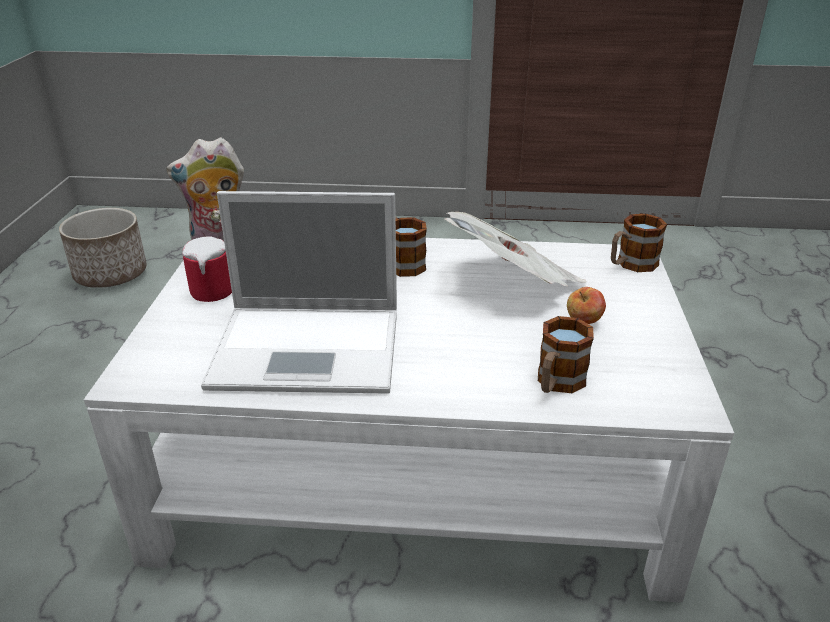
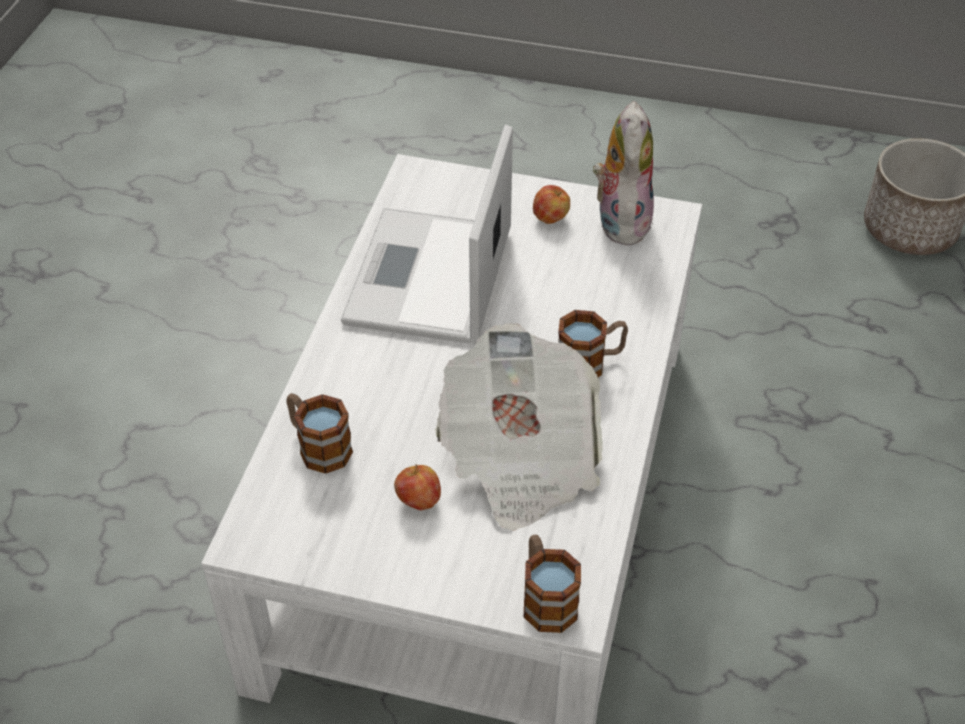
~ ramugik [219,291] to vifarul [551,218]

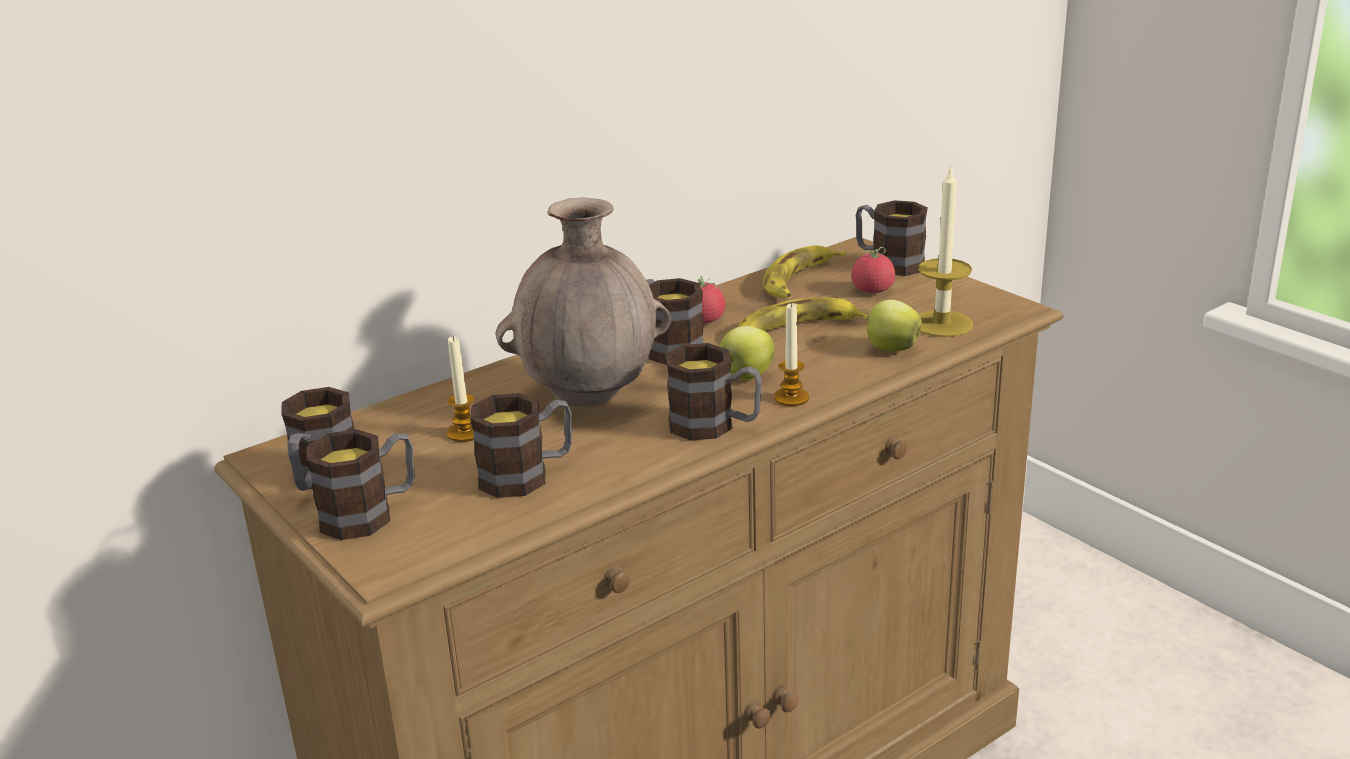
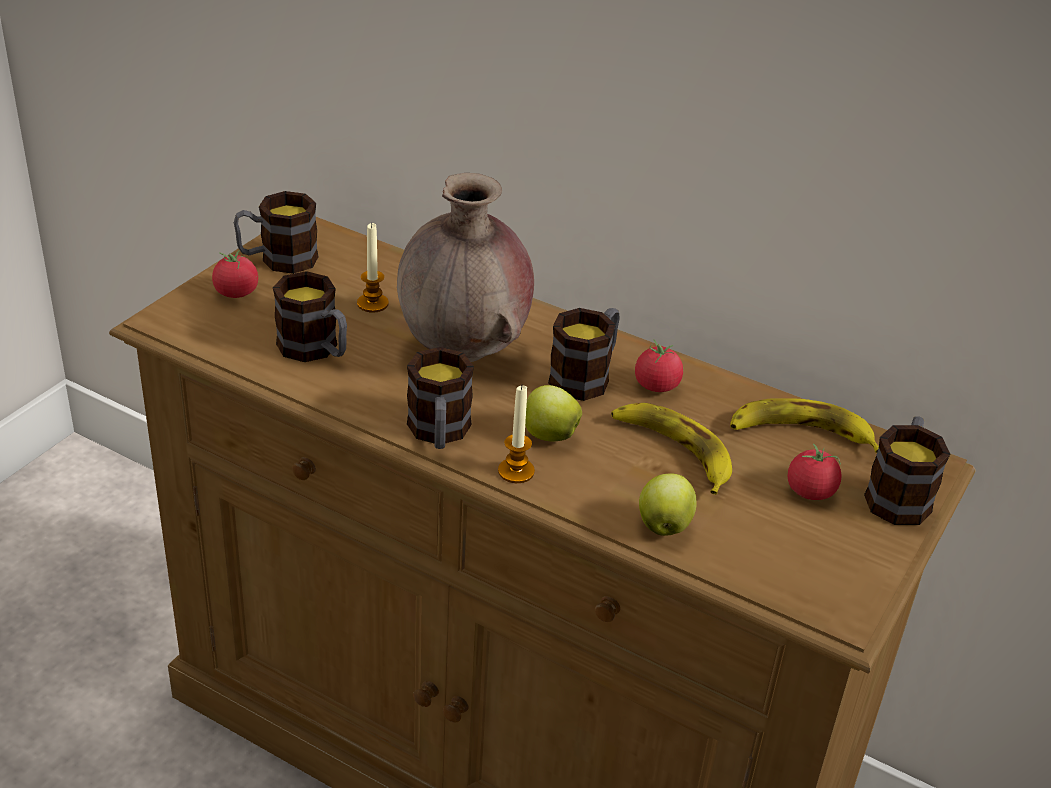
~ ramugik [370,513] to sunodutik [236,293]
- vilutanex [941,324]

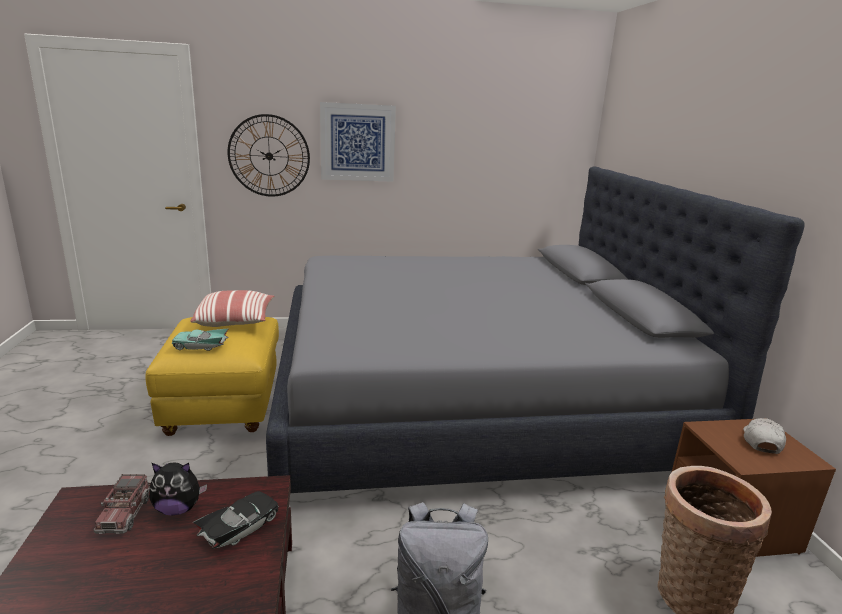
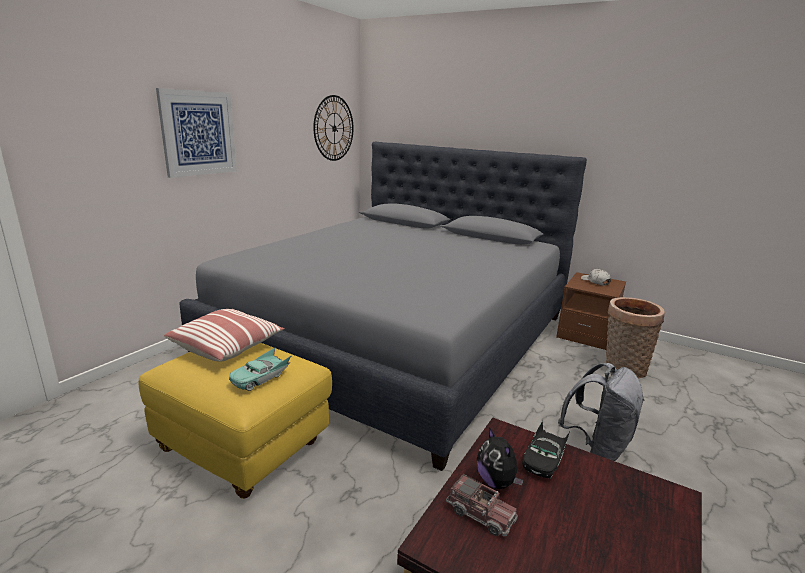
~ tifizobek [269,156] to [334,128]
~ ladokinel [178,509] = [496,482] 120 degrees clockwise
~ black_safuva [240,528] = [544,458] 135 degrees counterclockwise

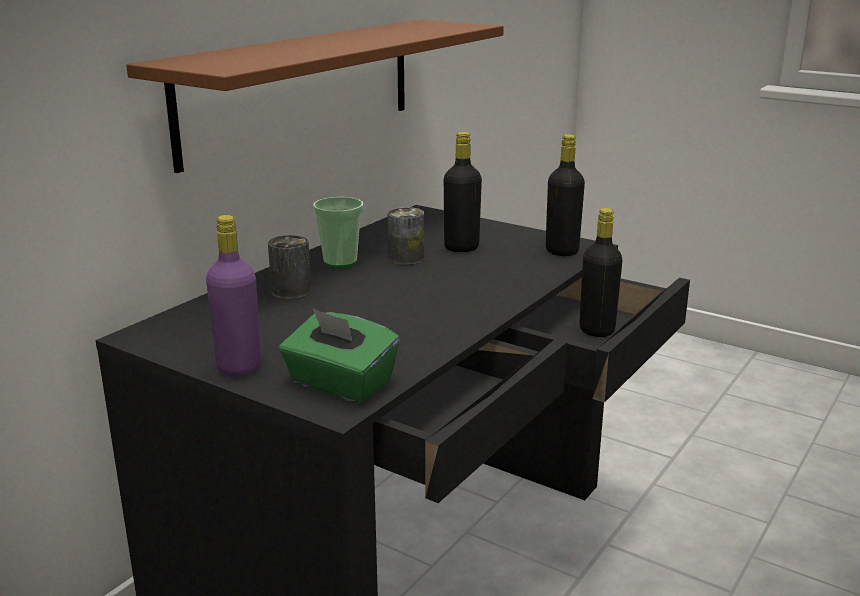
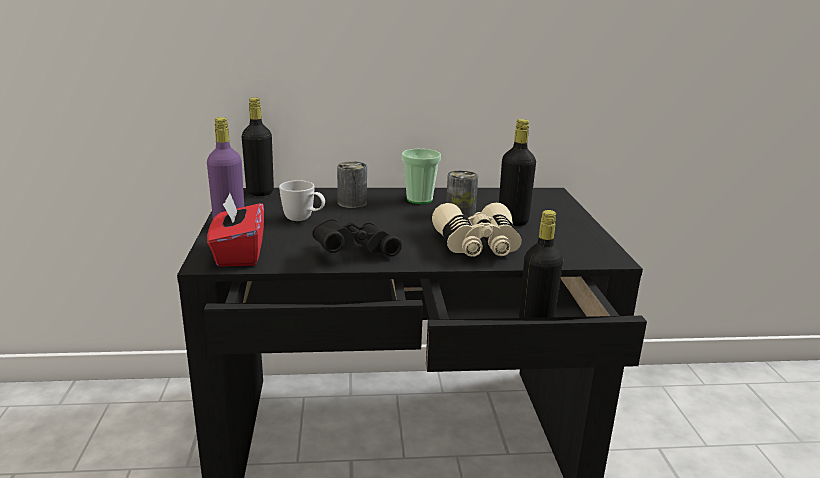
~ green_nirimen [340,385] to red_nirimen [239,254]
~ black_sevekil [562,251] to [260,192]
+ white_ramugik [304,219]
+ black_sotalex [353,253]
+ beige_sotalex [477,246]
- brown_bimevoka [301,88]

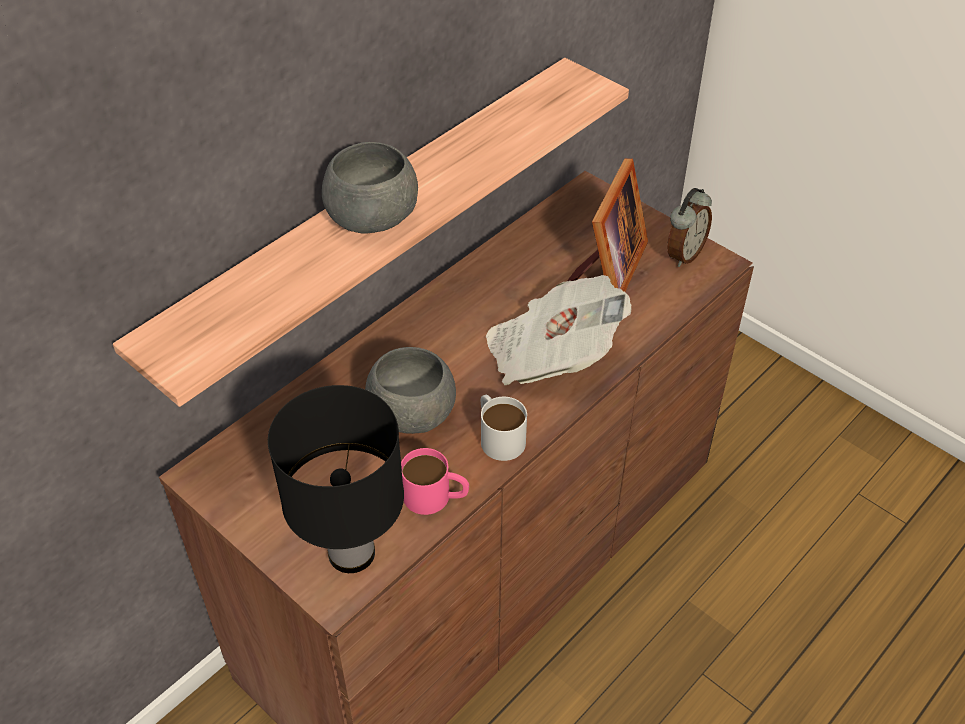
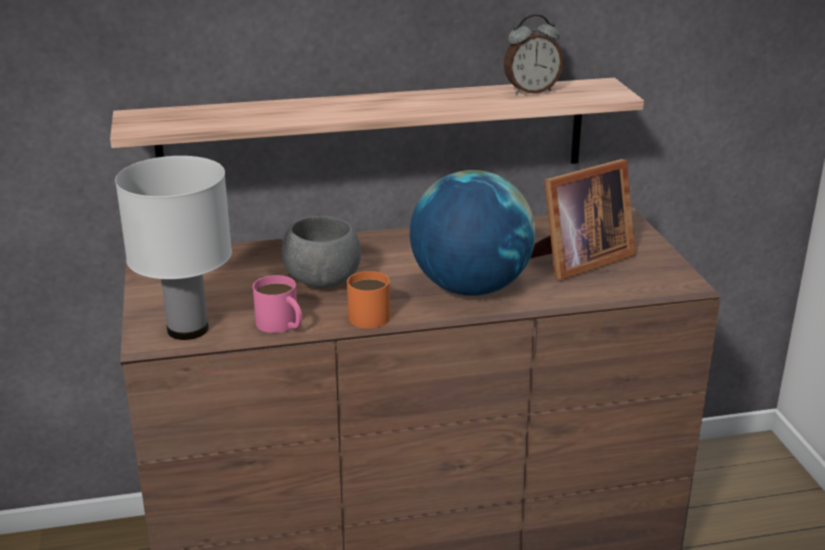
~ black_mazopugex [353,553] to white_mazopugex [189,329]
~ white_ramugik [498,436] to orange_ramugik [370,313]
~ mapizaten [551,355] to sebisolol [470,288]
~ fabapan [683,254] to [531,91]
- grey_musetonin [373,221]

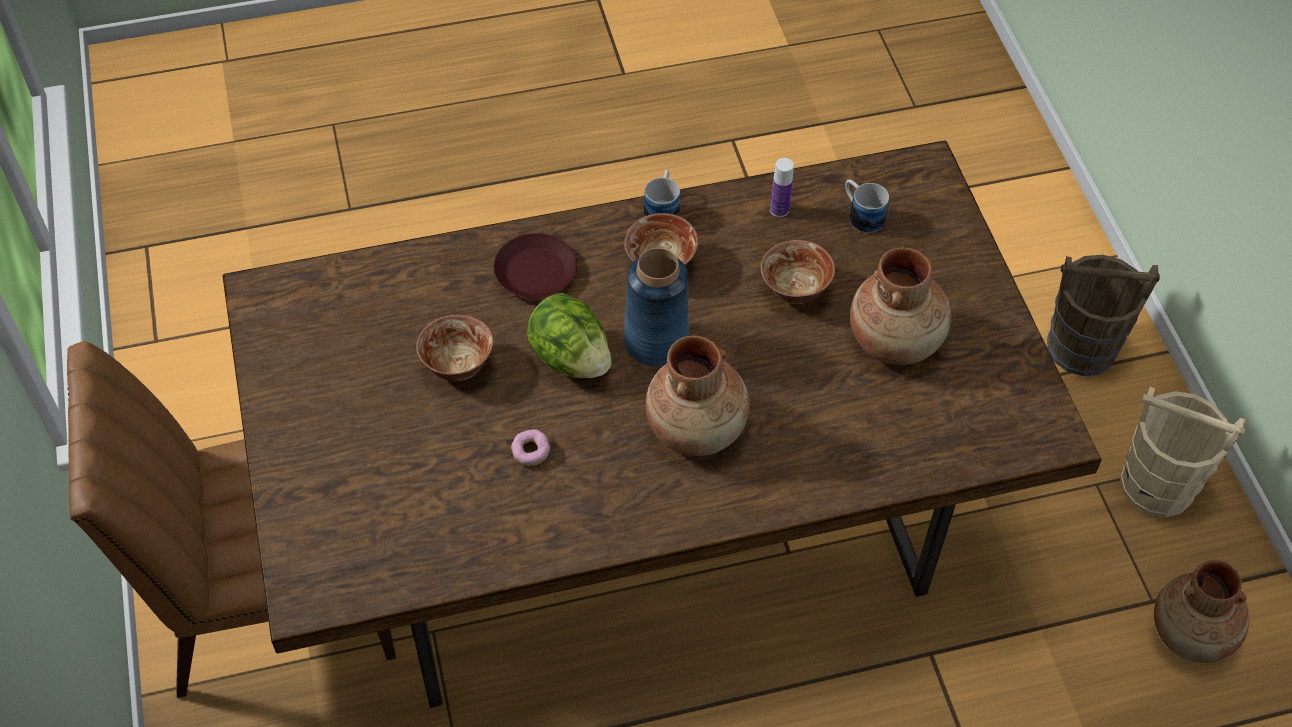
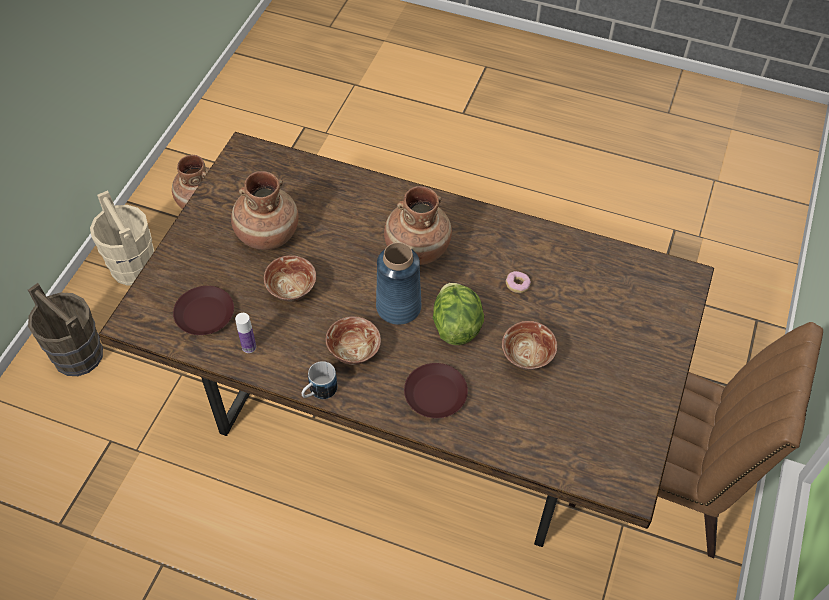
~ ramugik [861,215] to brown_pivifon [205,315]

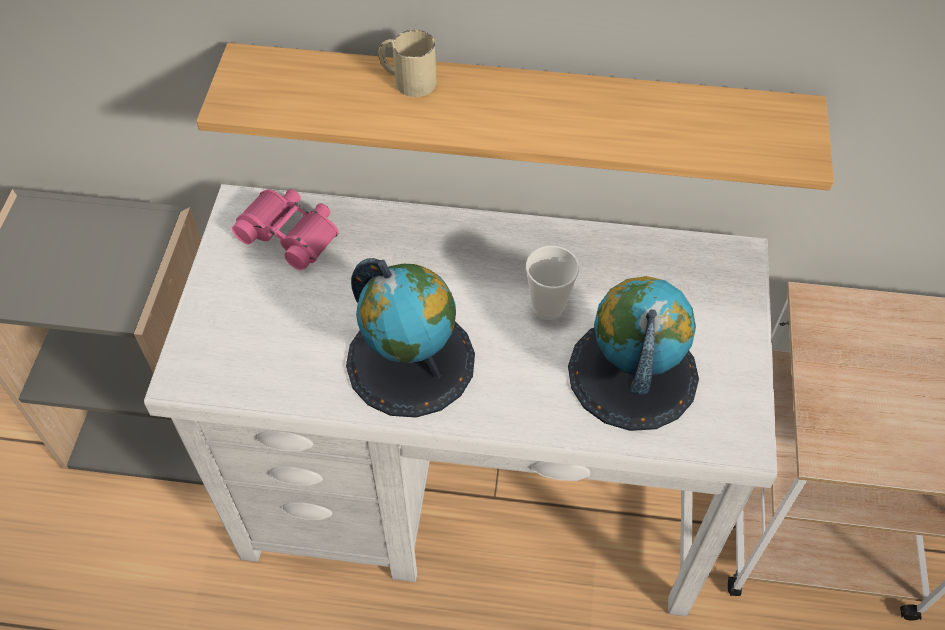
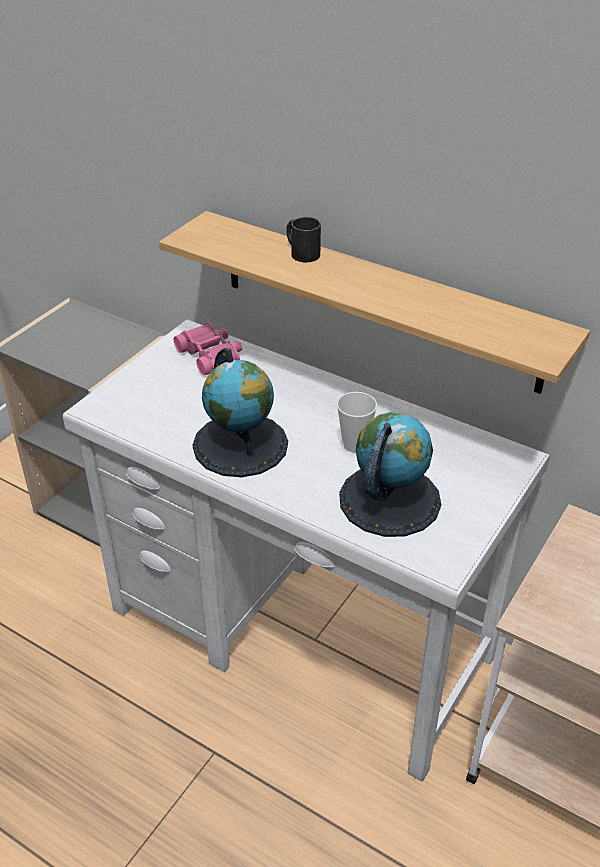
~ beige_ramugik [407,80] to black_ramugik [301,252]

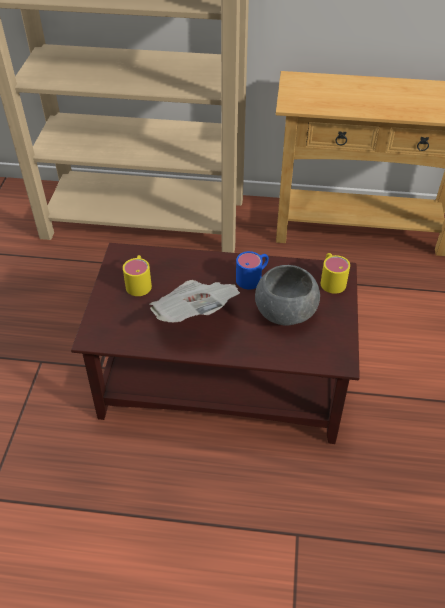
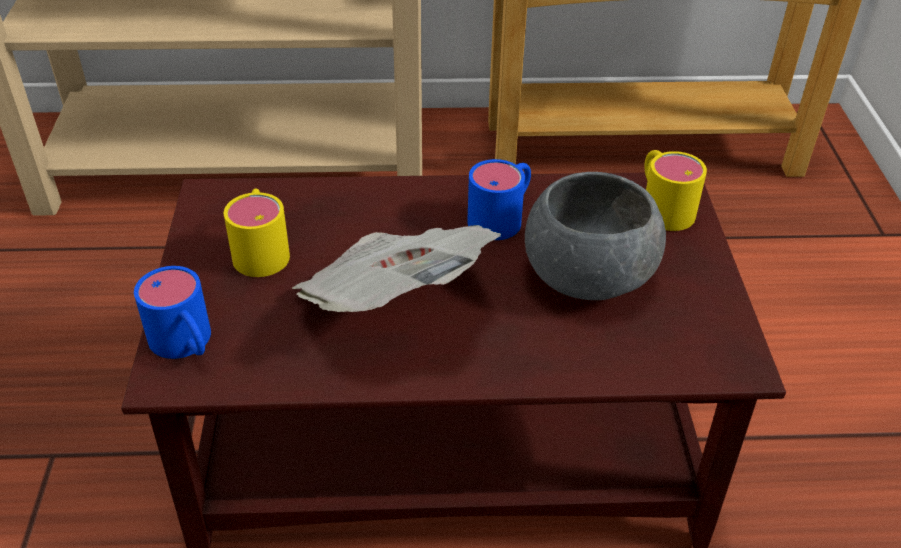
+ blue_ramugik [186,344]

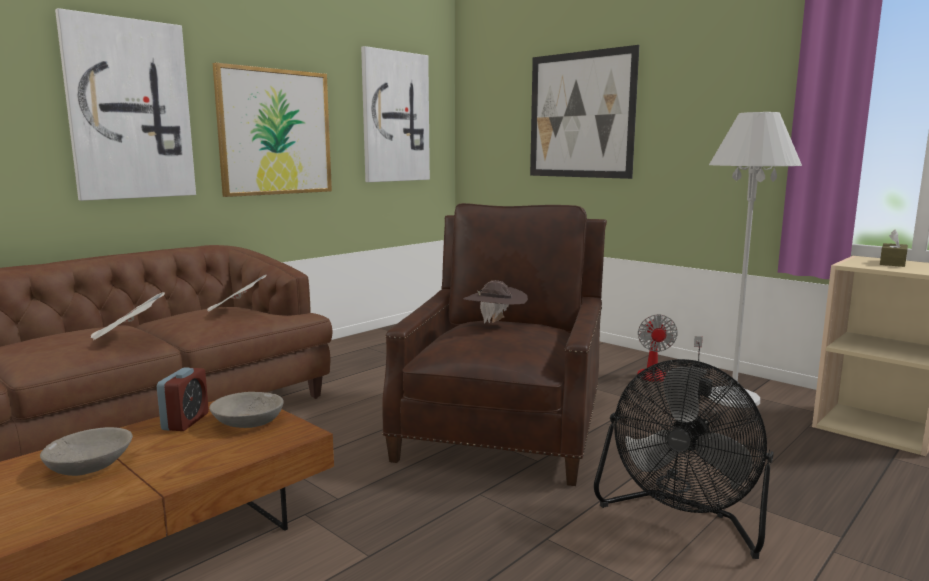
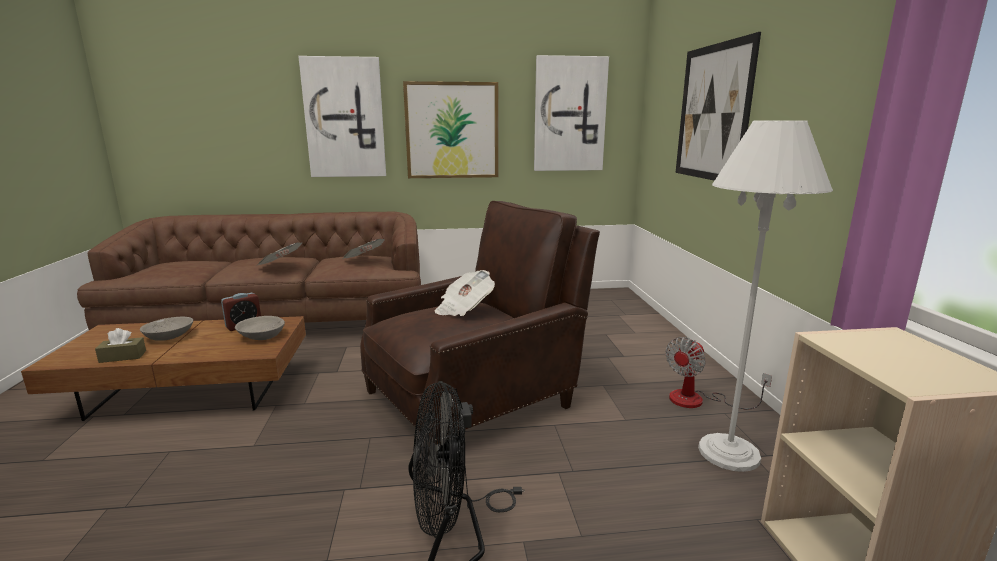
~ brown_nirimen [892,263] to [123,357]
~ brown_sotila [495,323] to mapizaten [464,308]

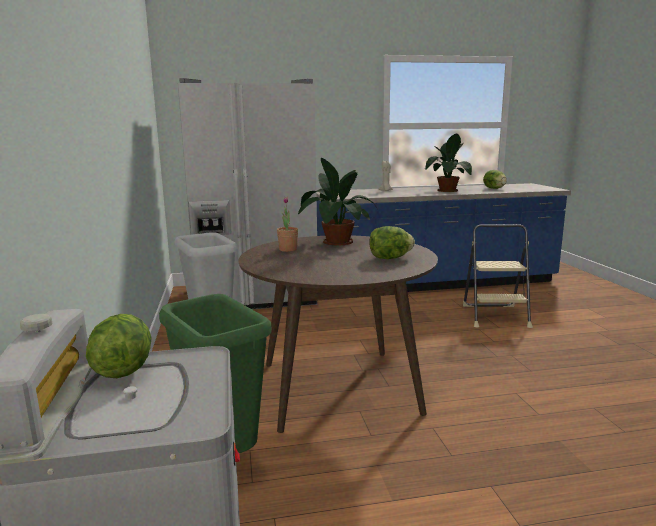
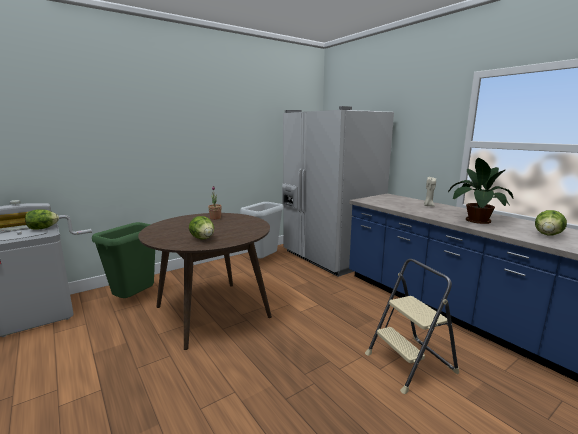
- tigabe [335,242]

